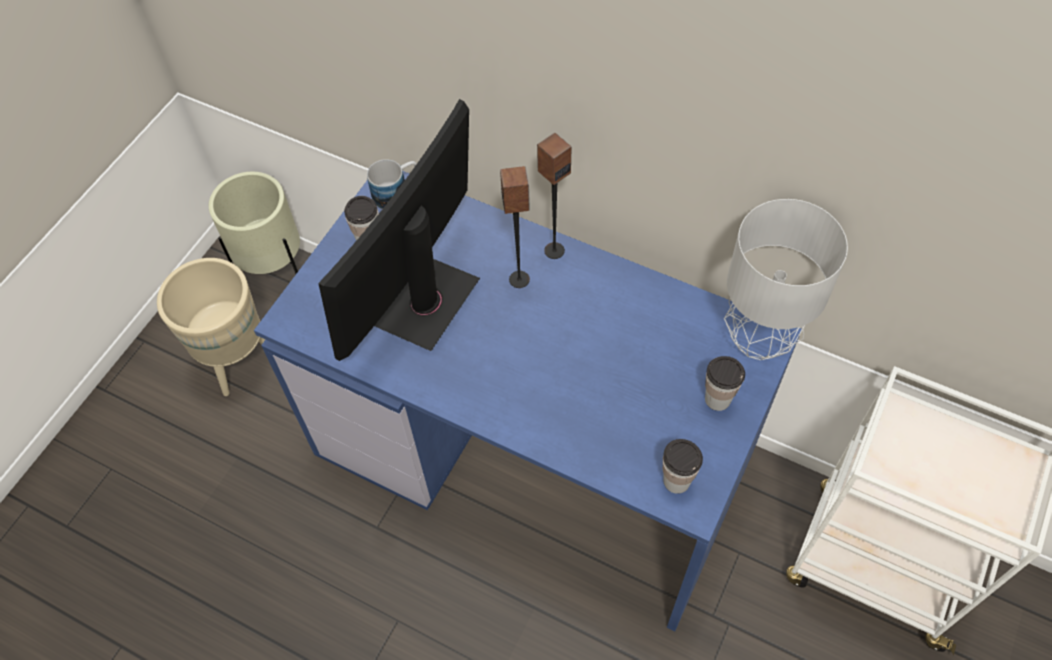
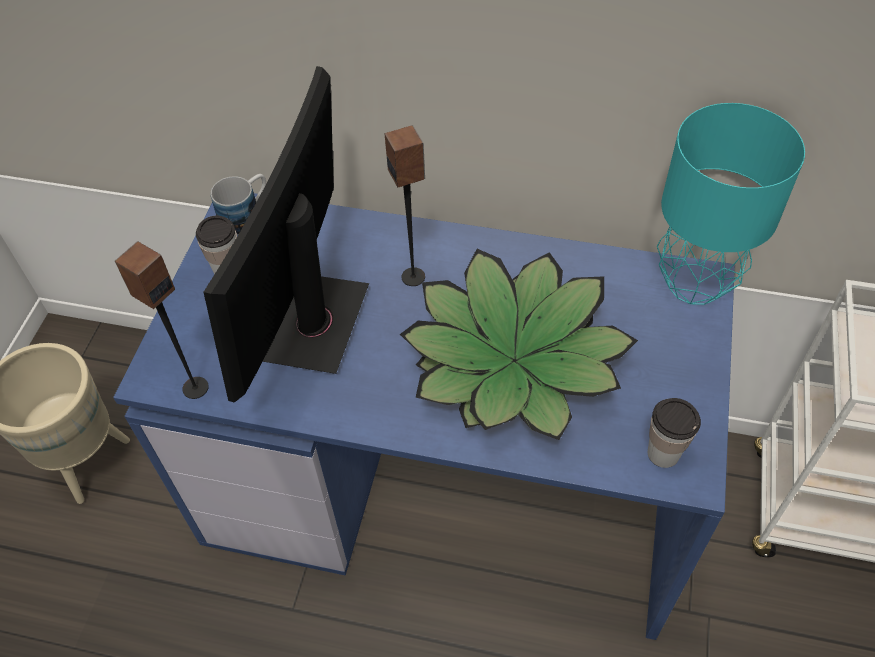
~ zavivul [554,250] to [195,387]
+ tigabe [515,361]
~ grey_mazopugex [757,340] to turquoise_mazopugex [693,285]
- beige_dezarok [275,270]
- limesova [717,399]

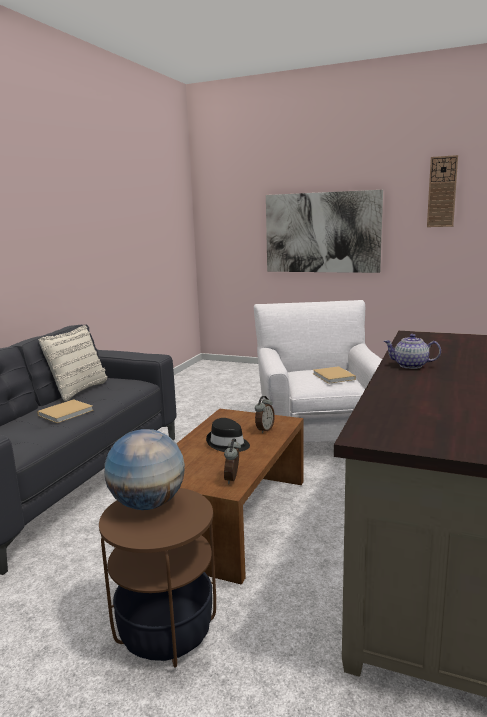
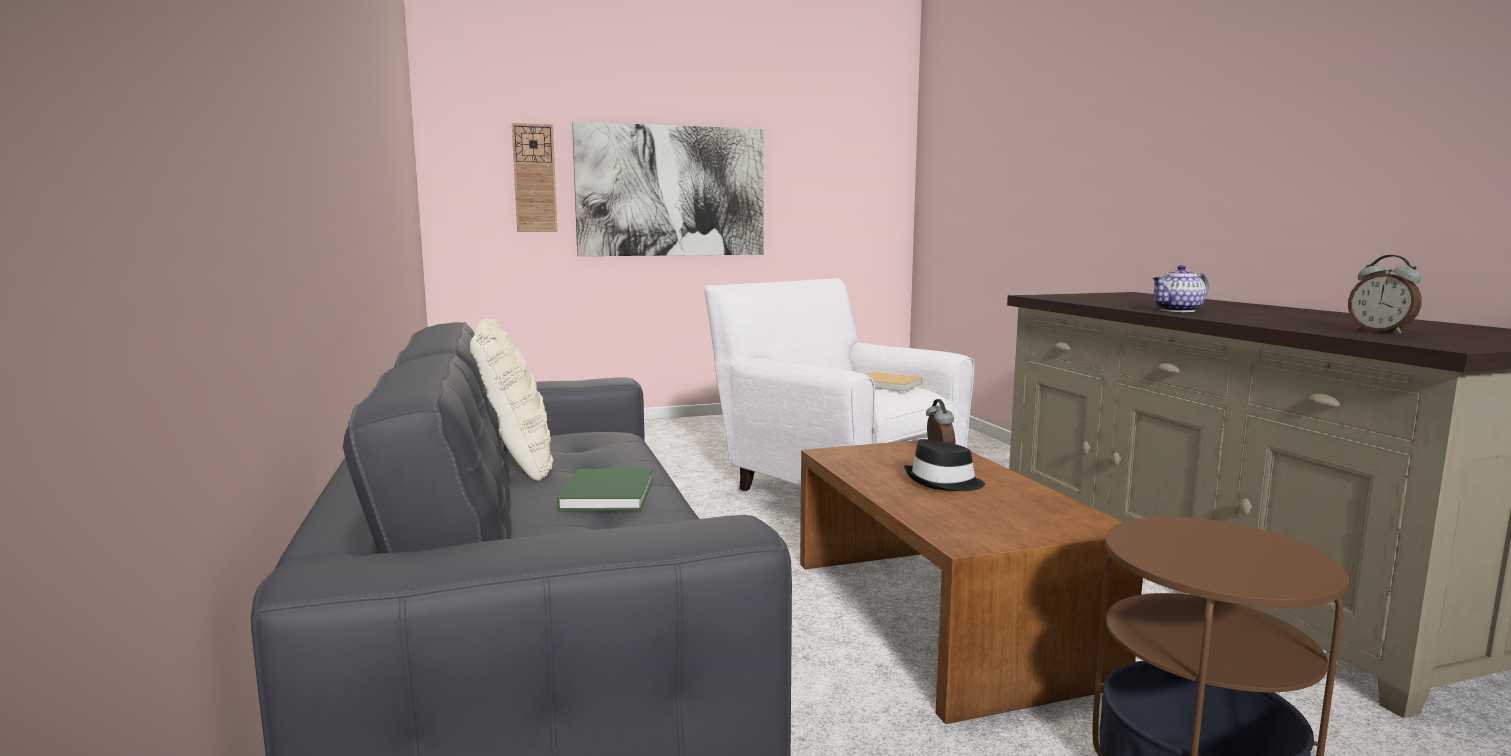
~ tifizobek [442,192] to [534,178]
~ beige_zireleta [67,412] to green_zireleta [608,492]
~ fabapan [233,479] to [1380,331]
- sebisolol [148,504]

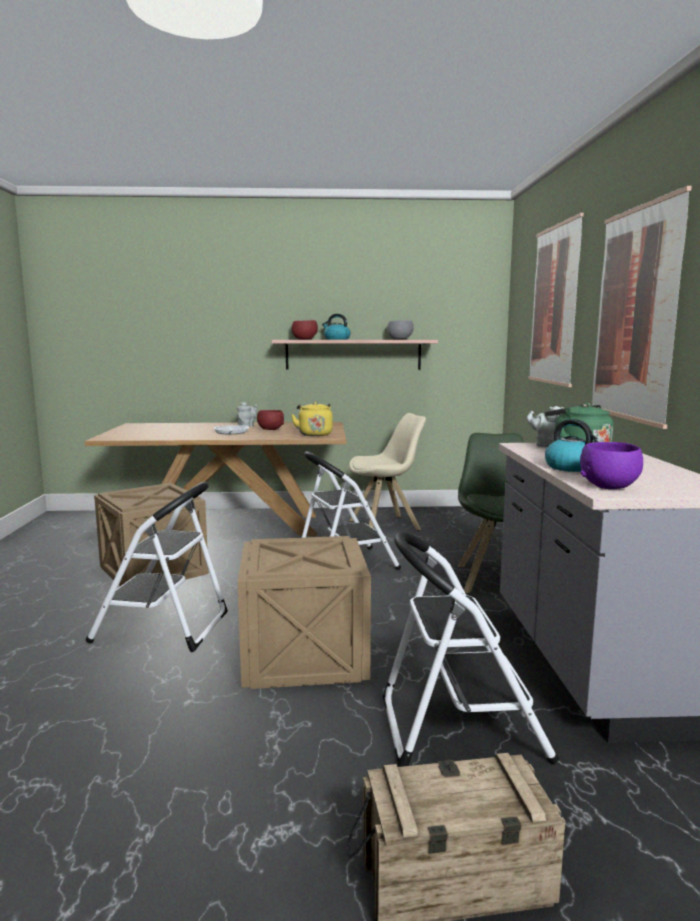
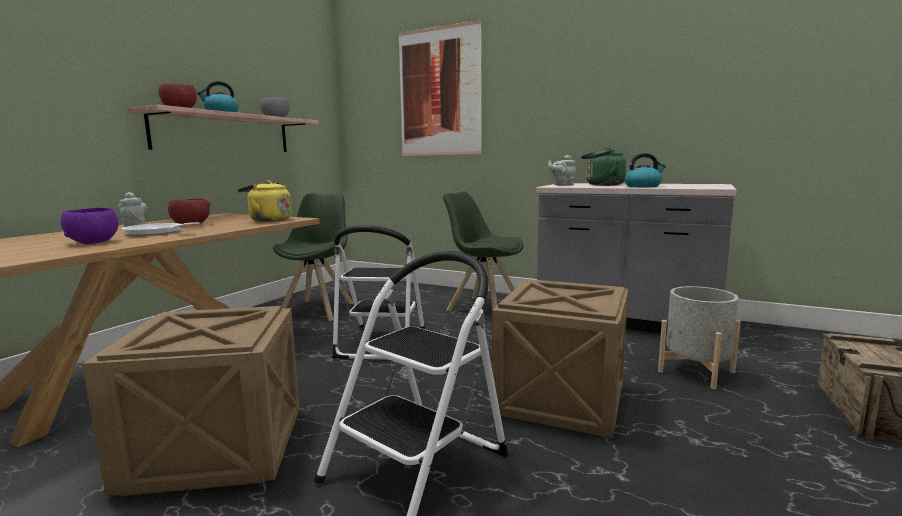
~ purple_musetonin [609,486] to [94,242]
~ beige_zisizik [385,525] to green_zisizik [318,310]
~ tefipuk [456,728] to grey_dezarok [696,372]
- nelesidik [635,314]

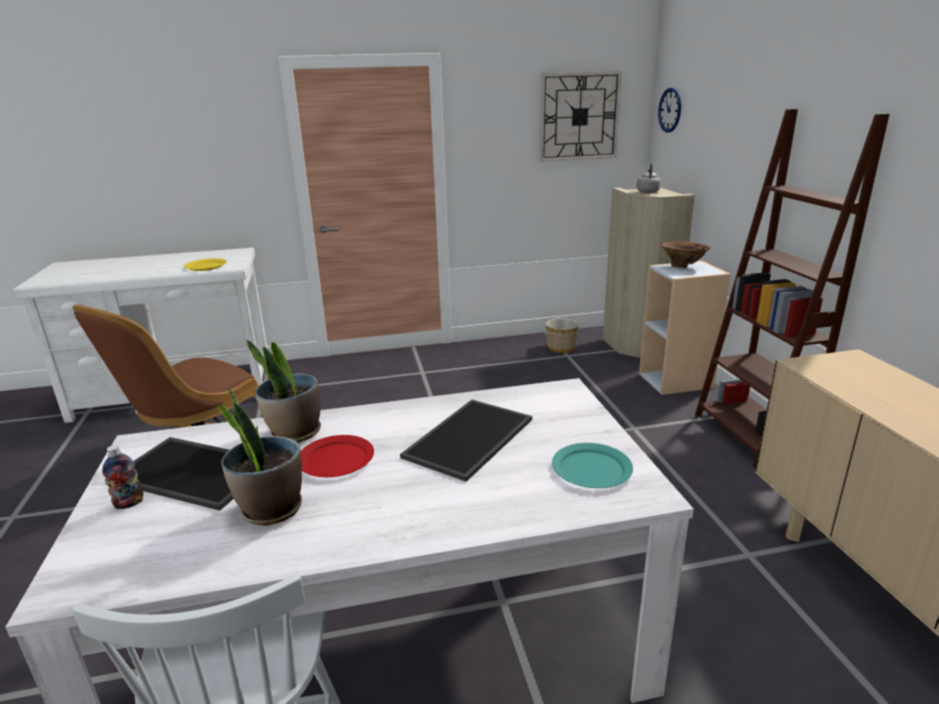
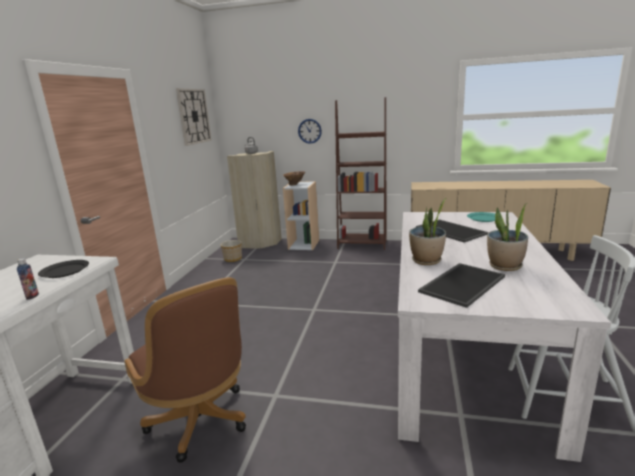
~ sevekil [129,503] to [32,296]
~ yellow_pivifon [205,266] to black_pivifon [65,271]
~ tifizobek [670,110] to [309,131]
- red_pivifon [335,459]

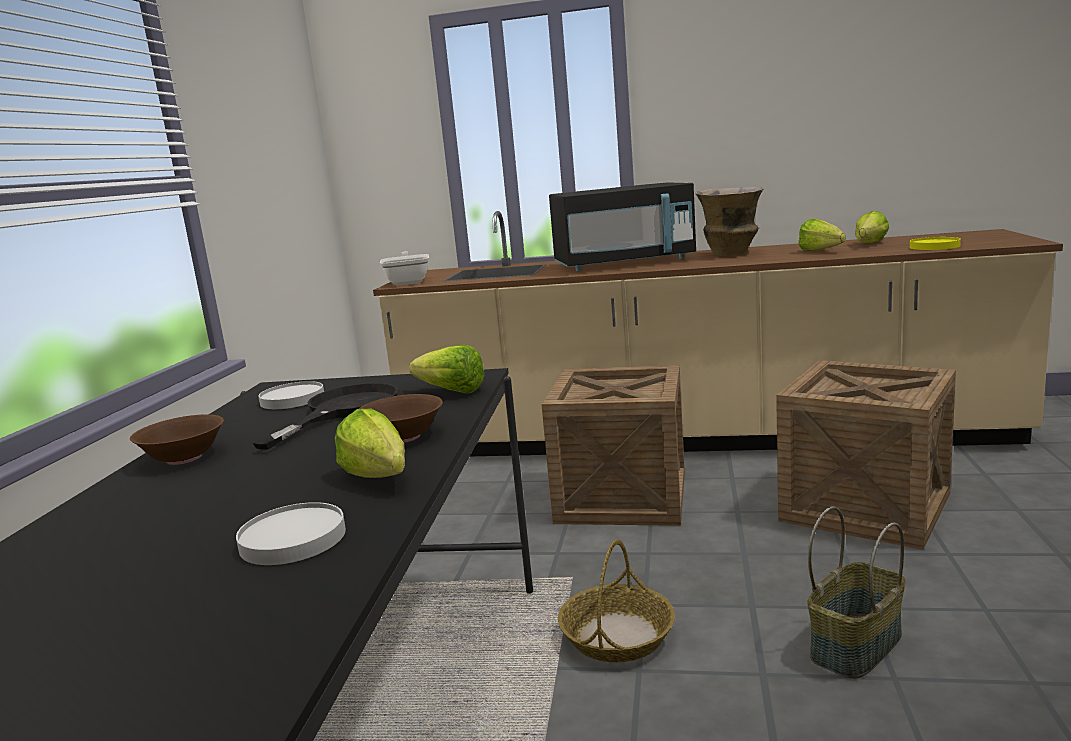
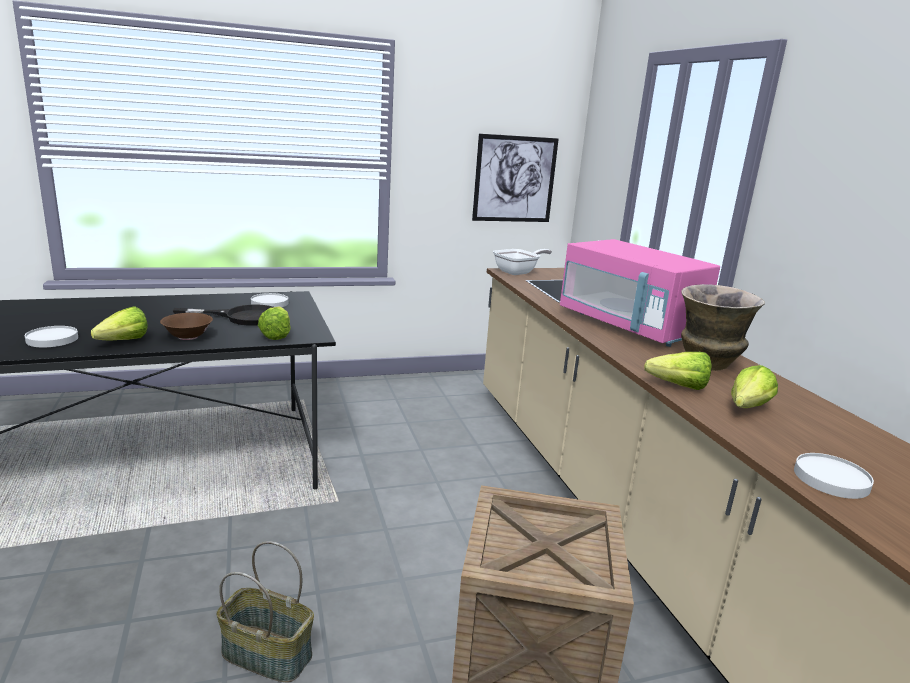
+ nelesidik [514,179]
~ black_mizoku [624,263] to pink_mizoku [629,326]
~ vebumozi [867,245] to [672,385]
~ yellow_pivifon [934,247] to white_pivifon [830,479]
- brown_musetonin [183,458]
- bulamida [622,497]
- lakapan [617,635]

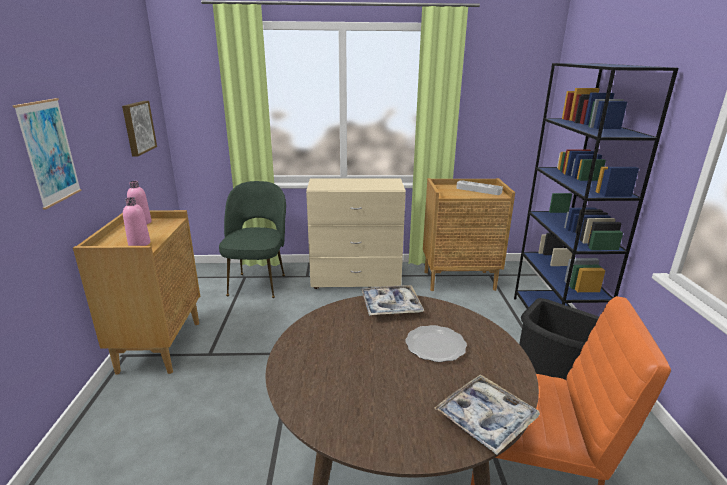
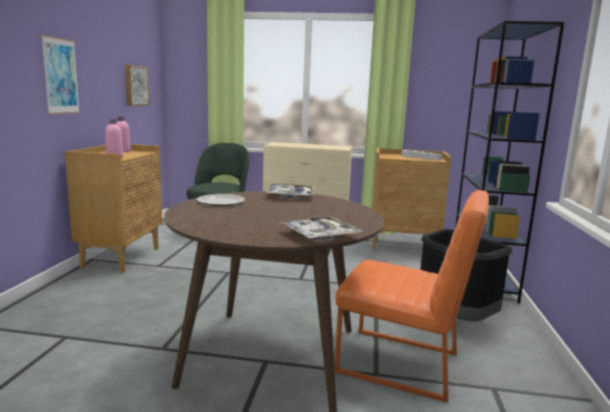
~ pivifon [436,346] to [221,202]

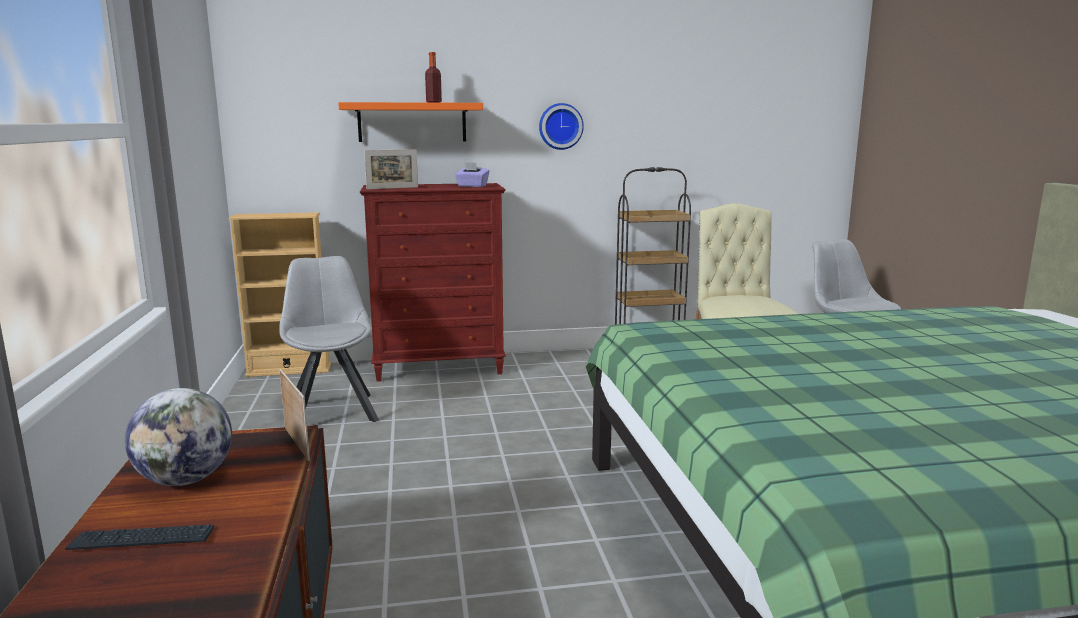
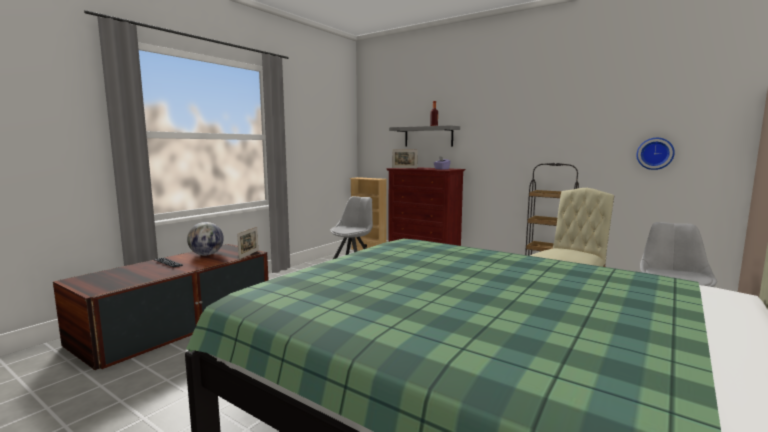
~ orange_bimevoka [412,122] to grey_bimevoka [428,136]
~ tifizobek [560,126] to [655,153]

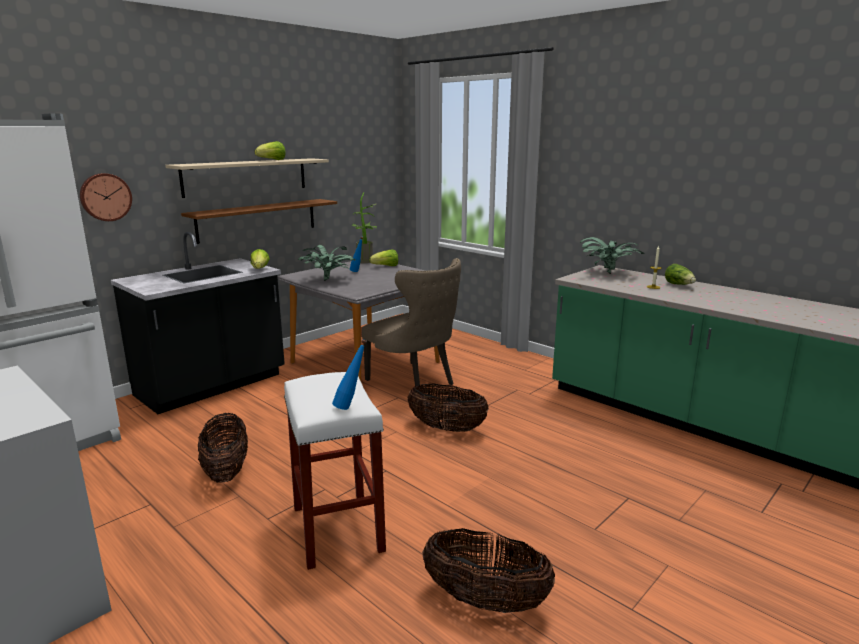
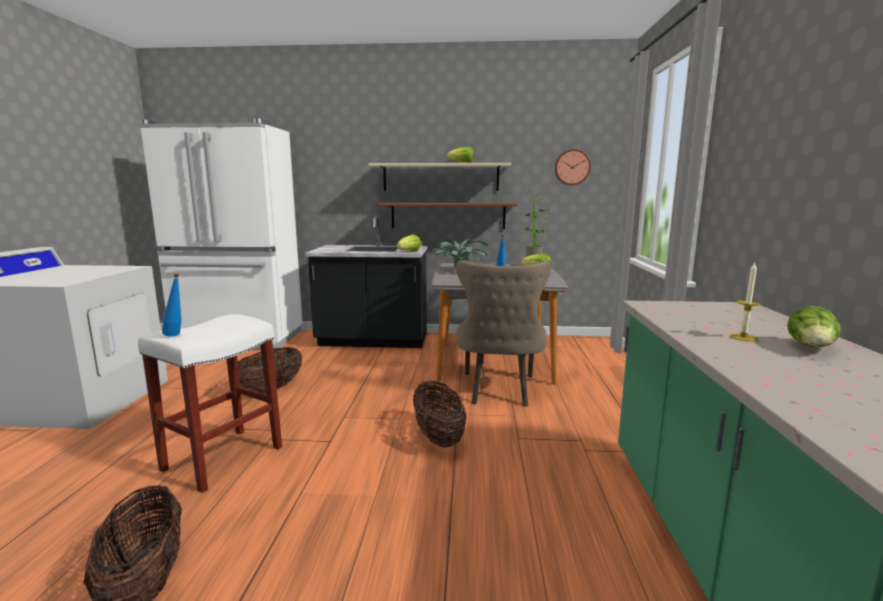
~ tifizobek [105,197] to [572,167]
- tigabe [607,273]

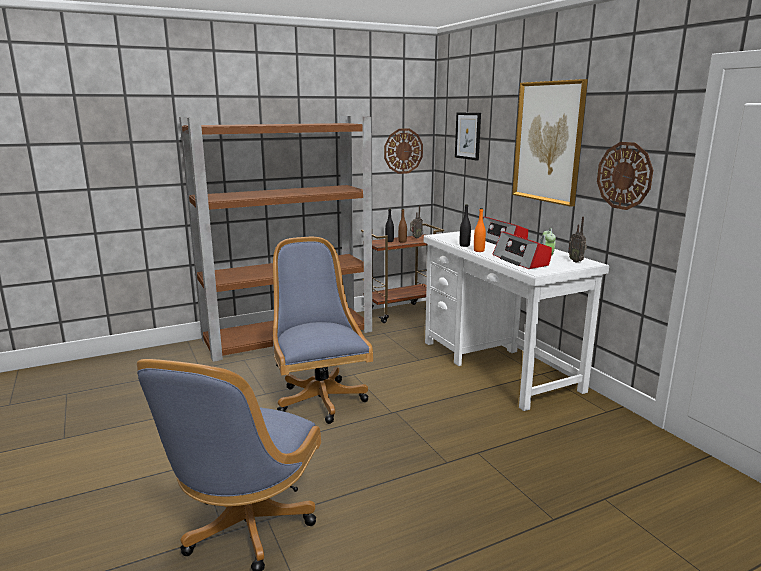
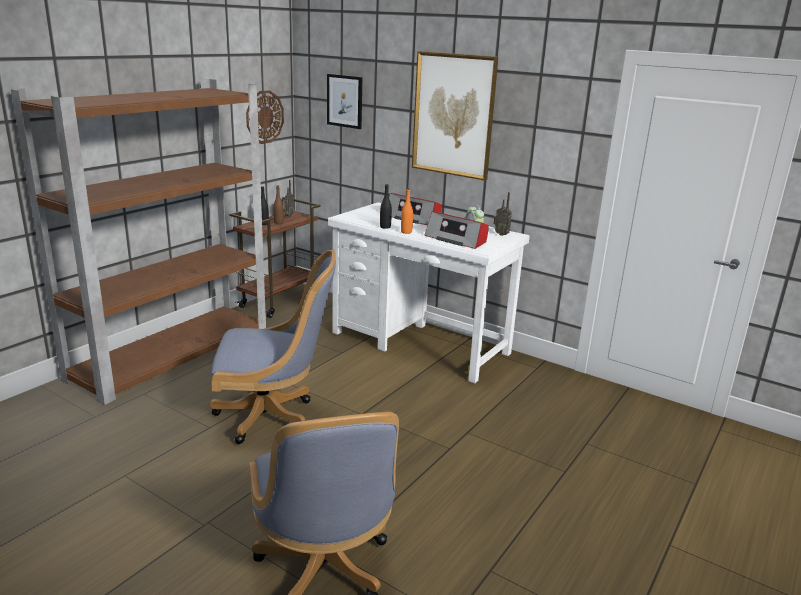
~ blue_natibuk [318,397] = [274,416] 135 degrees clockwise
- tifizobek [624,175]

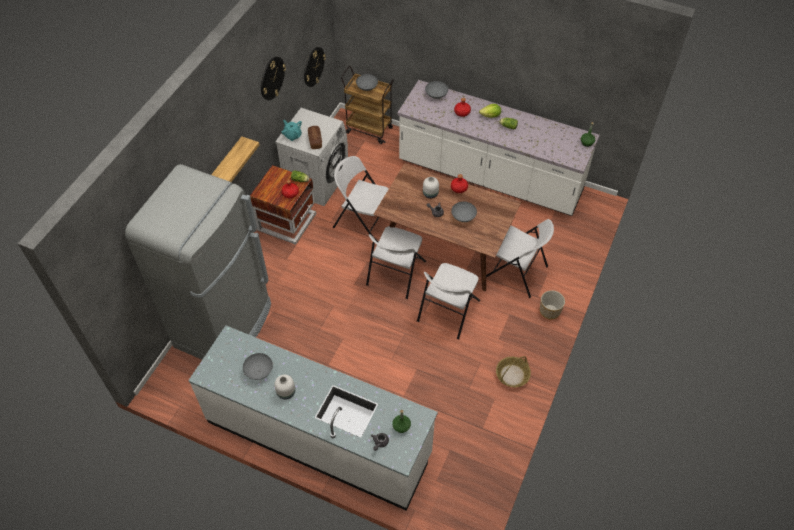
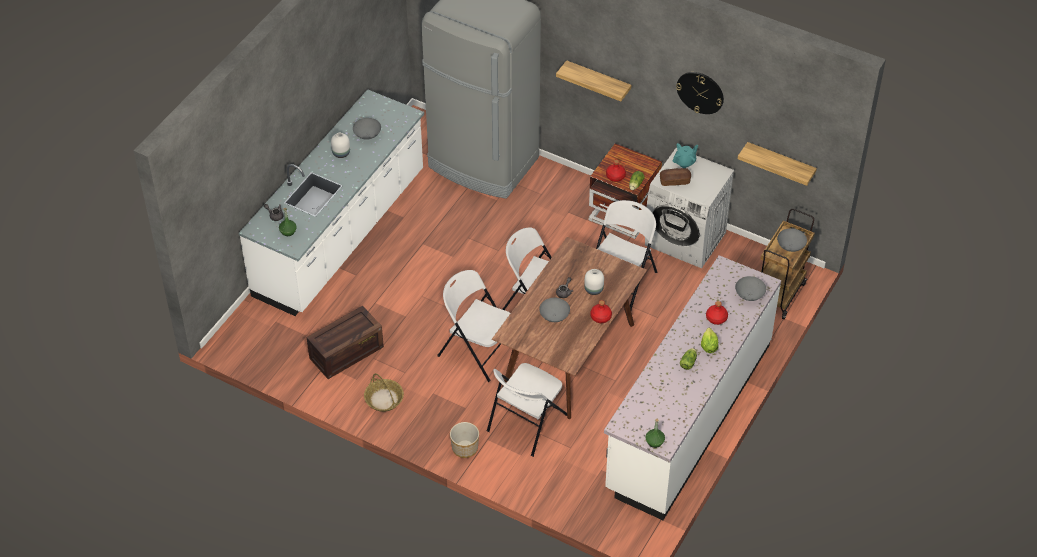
+ bulamida [346,354]
~ tifizobek [313,66] to bimevoka [780,164]

